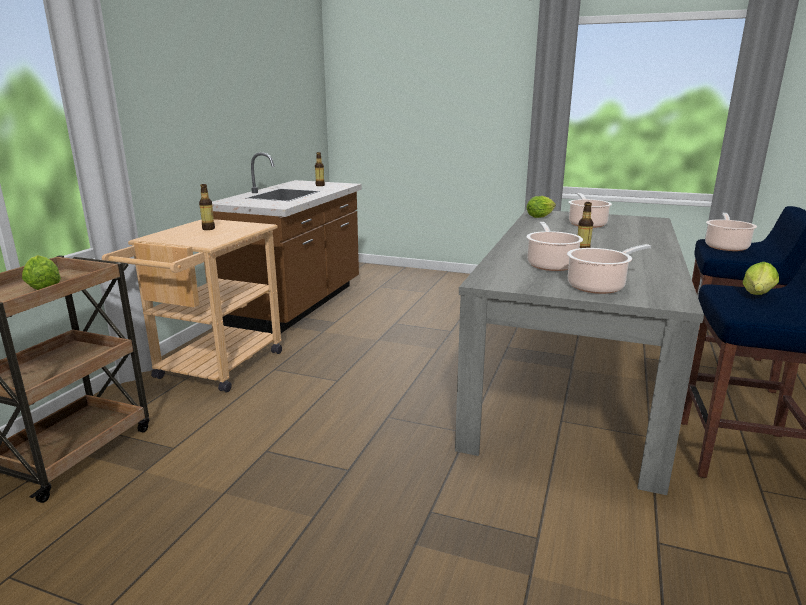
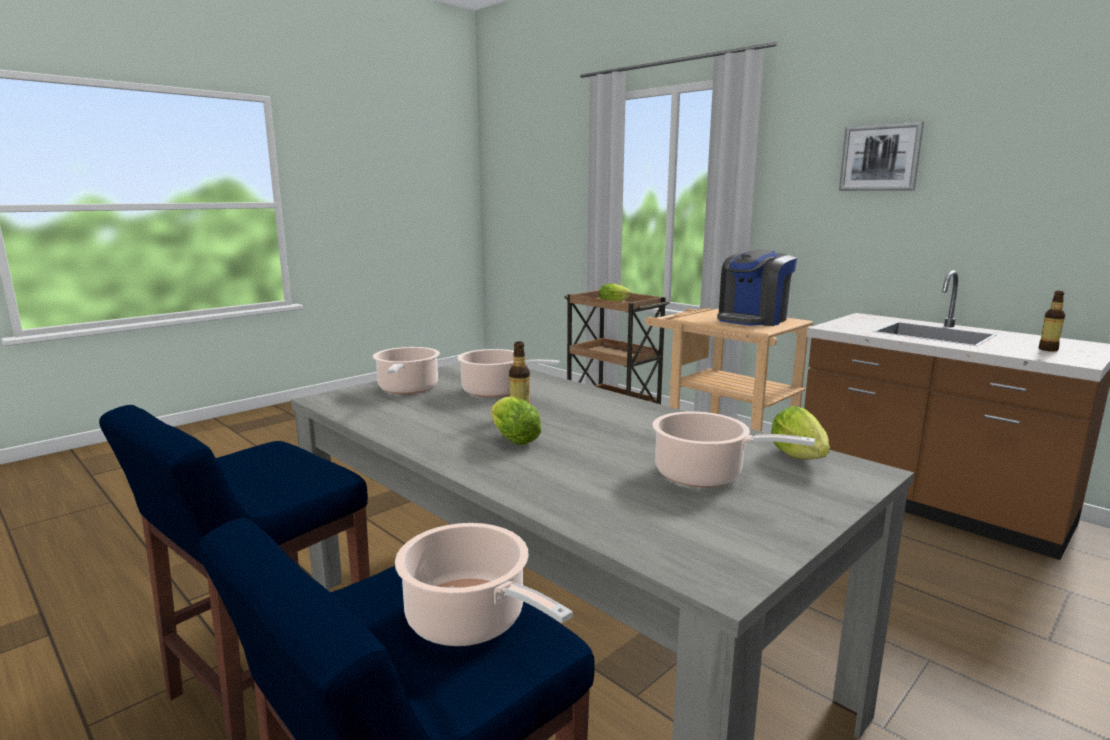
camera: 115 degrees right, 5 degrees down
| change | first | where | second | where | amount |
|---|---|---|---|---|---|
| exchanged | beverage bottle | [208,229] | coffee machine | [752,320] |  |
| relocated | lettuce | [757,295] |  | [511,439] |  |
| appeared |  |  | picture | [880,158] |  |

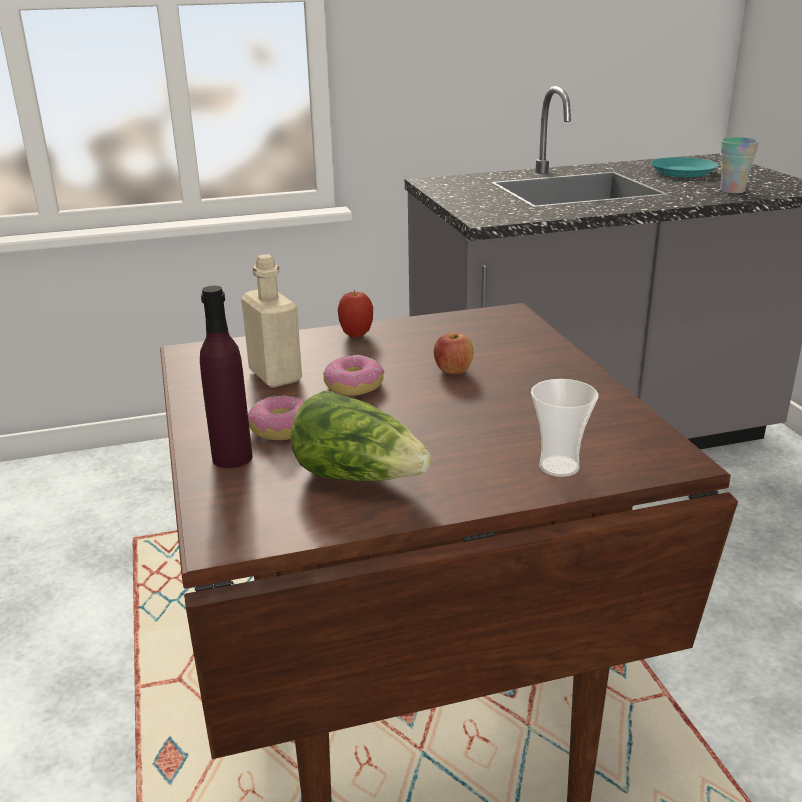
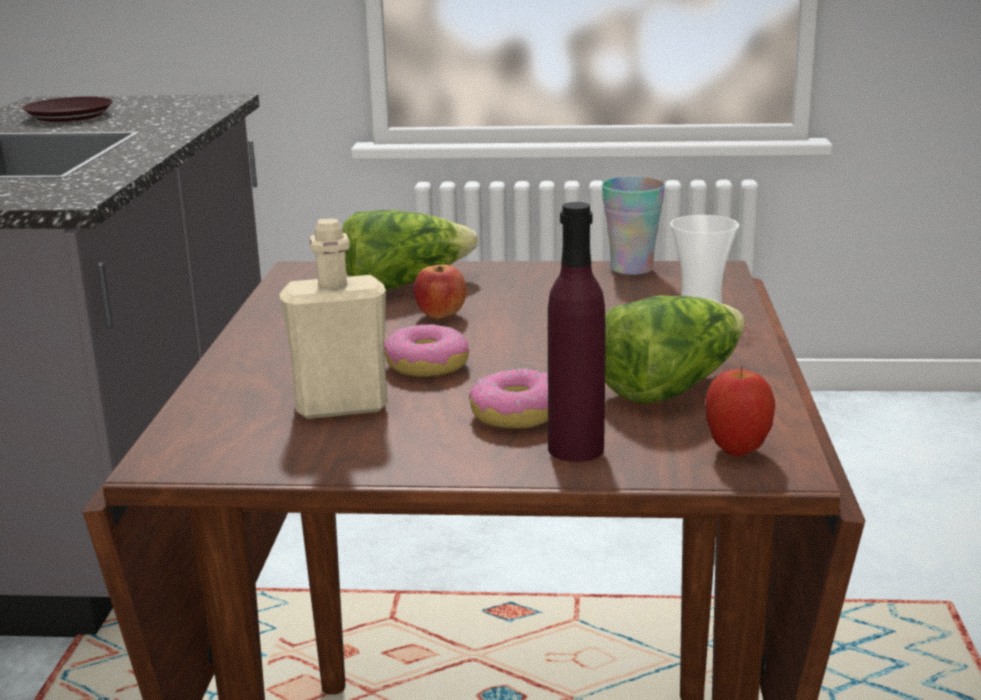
camera: 70 degrees left, 5 degrees down
| change | first | where | second | where | amount |
|---|---|---|---|---|---|
| relocated | whole apple | [356,335] |  | [737,450] |  |
| colour | turquoise flat dish | [682,172] | brown flat dish | [69,116] |  |
| relocated | cup | [732,190] |  | [631,268] |  |
| appeared |  |  | lettuce | [404,284] |  |

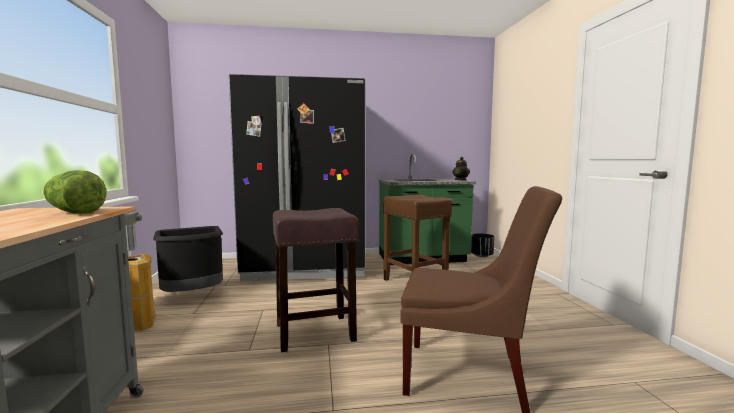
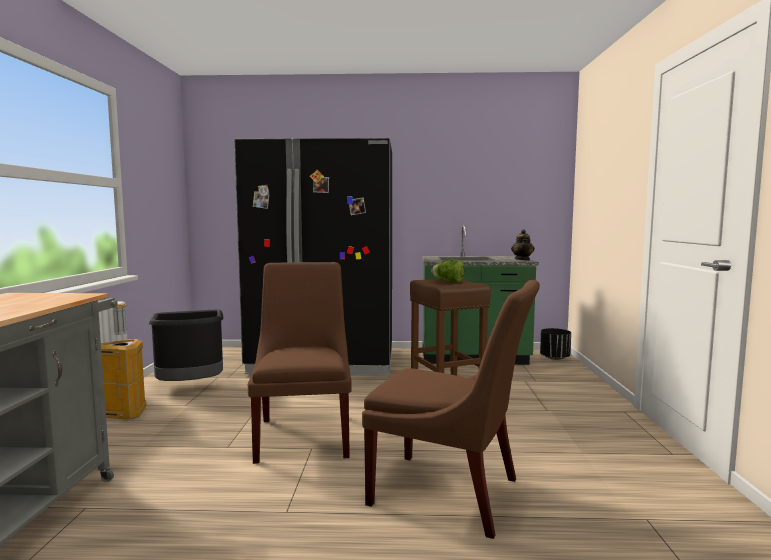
camera: 10 degrees right, 0 degrees up
| change | first | where | second | where | amount |
|---|---|---|---|---|---|
| relocated | lettuce | [74,213] |  | [448,282] |  |
| exchanged | brown stool seat | [316,332] | brown chair | [305,434] |  |

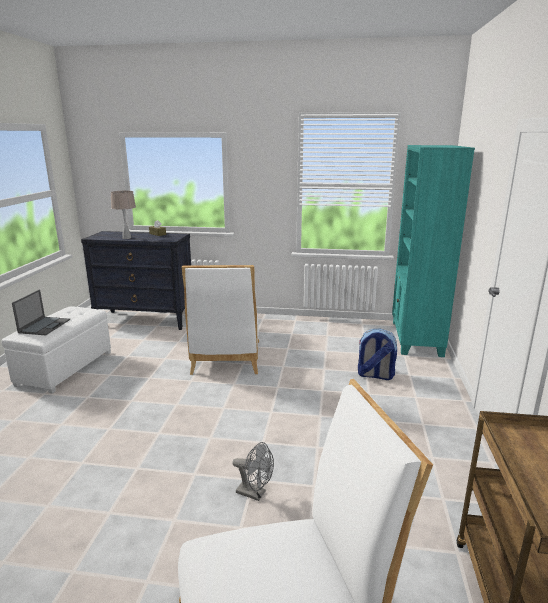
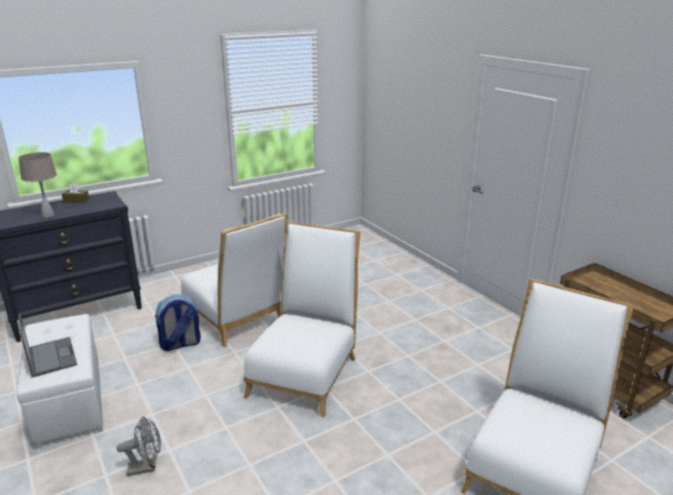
camera: 40 degrees left, 5 degrees up
| change | first | where | second | where | amount |
|---|---|---|---|---|---|
| relocated | grey fan | [255,493] |  | [146,467] |  |
| relocated | rucksack | [374,375] |  | [180,344] |  |
| missing | turquoise bookcase | [415,338] |  |  |  |
| appeared |  |  | white-coloured chair | [305,372] |  |

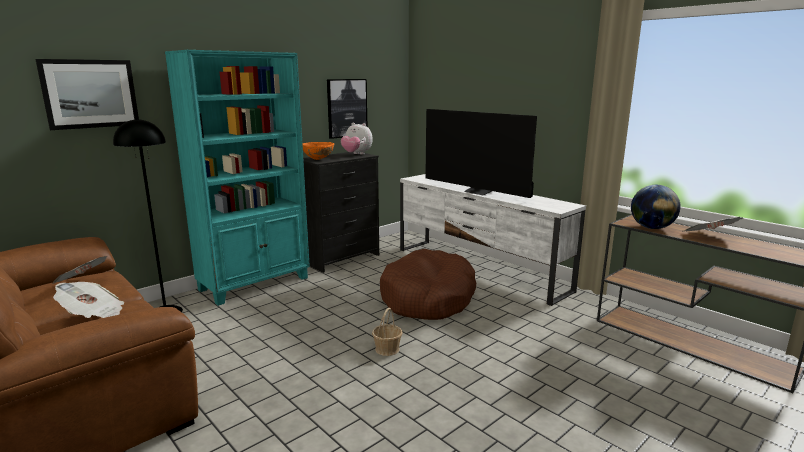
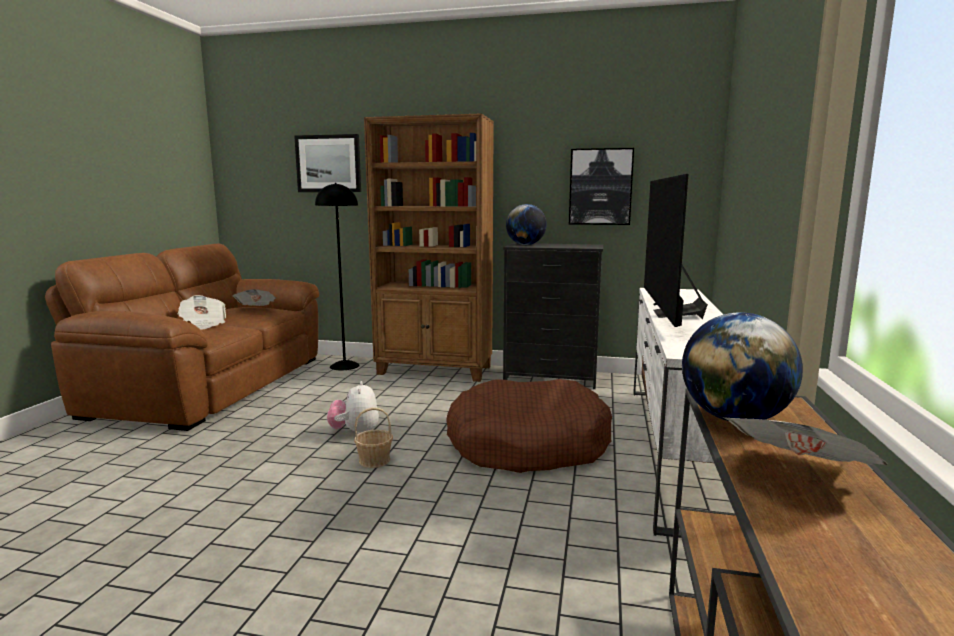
camera: 55 degrees right, 5 degrees down
| change | first | where | second | where | amount |
|---|---|---|---|---|---|
| colour | turquoise bookcase | [255,284] | brown bookcase | [435,370] |  |
| exchanged | orange-coloured bowl | [318,159] | desk globe | [525,245] |  |
| relocated | cuddly toy | [356,154] |  | [355,432] |  |

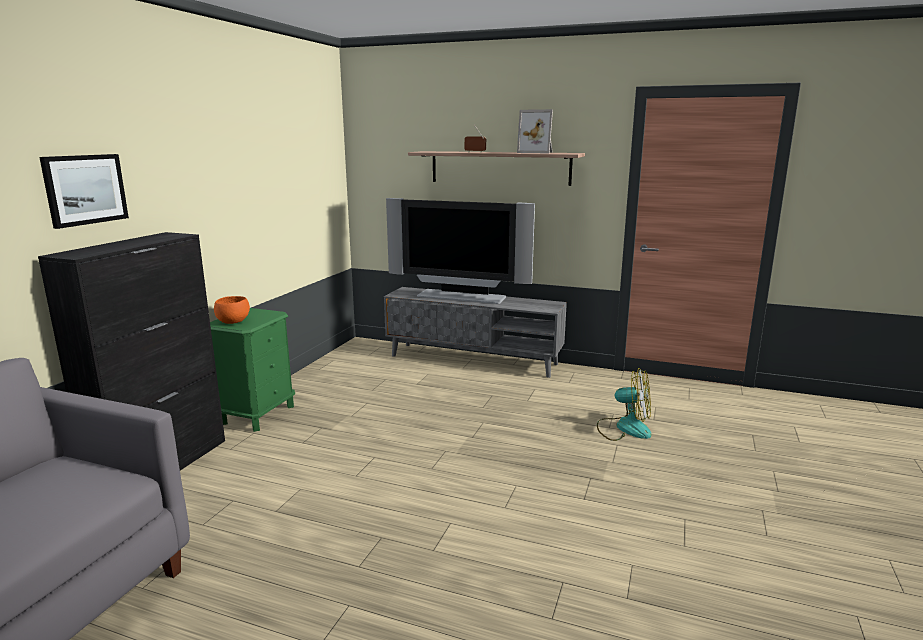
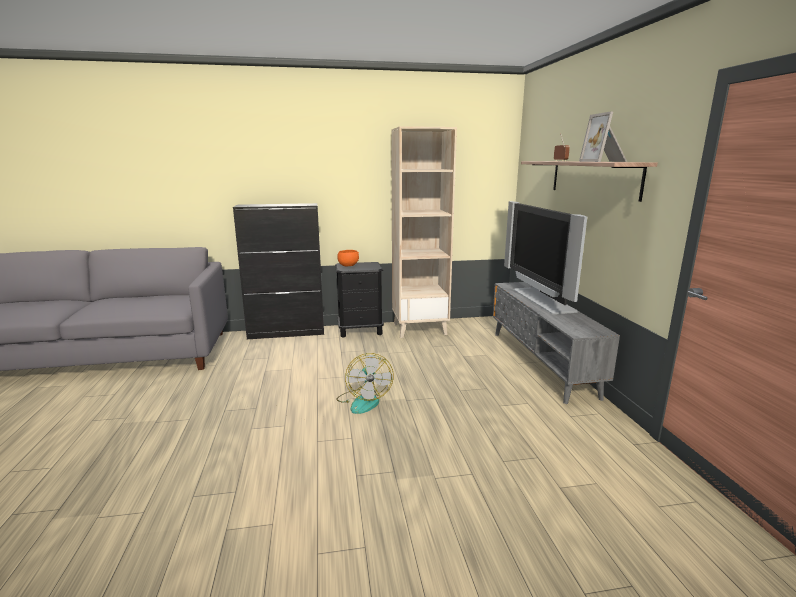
camera: 60 degrees right, 0 degrees up
| change | first | where | second | where | amount |
|---|---|---|---|---|---|
| missing | picture | [85,189] |  |  |  |
| colour | greenish nightstand | [258,414] | blackish nightstand | [360,330] |  |
| relocated | fan | [624,428] |  | [363,401] |  |
| appeared |  |  | sand-coloured bookcase | [420,329] |  |

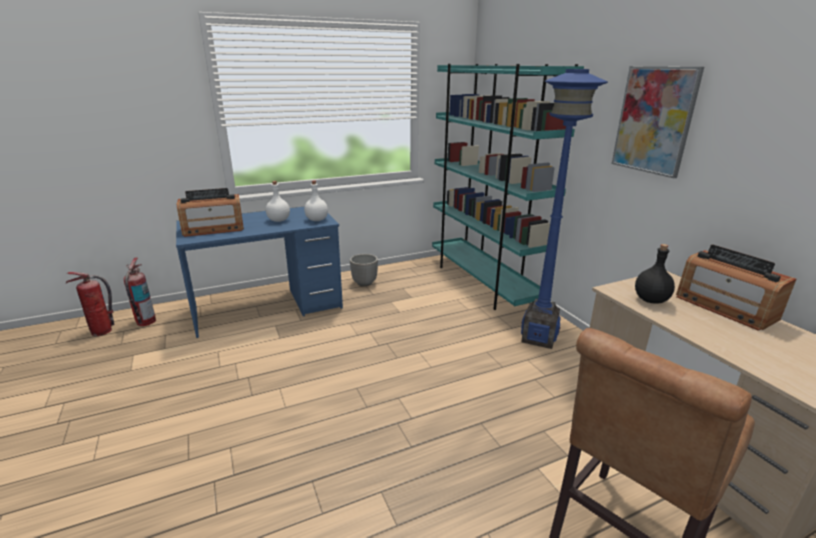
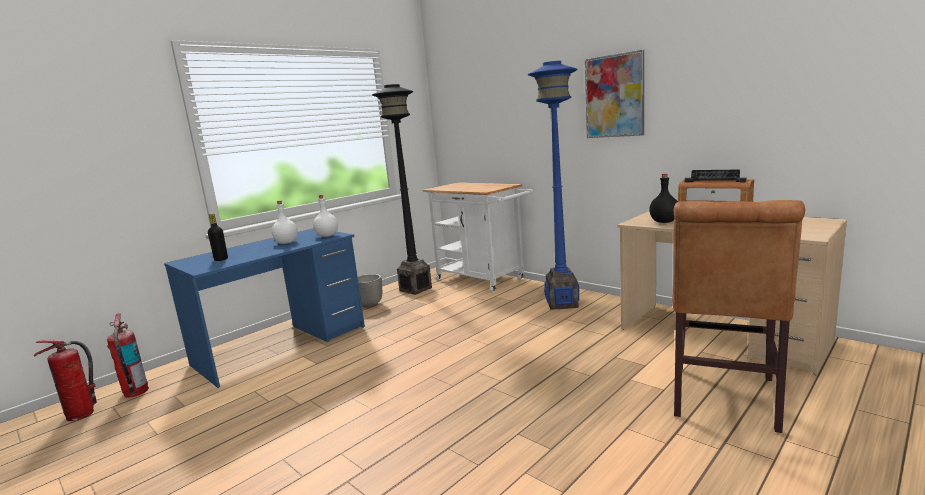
camera: 20 degrees left, 10 degrees down
| change | first | where | second | where | amount |
|---|---|---|---|---|---|
| exchanged | radio receiver | [213,229] | blackish beverage bottle | [221,259] |  |
| exchanged | turquoise bookcase | [483,283] | white-coloured wheeled cart | [484,280] |  |
| appeared |  |  | blackish standard lamp | [415,289] |  |

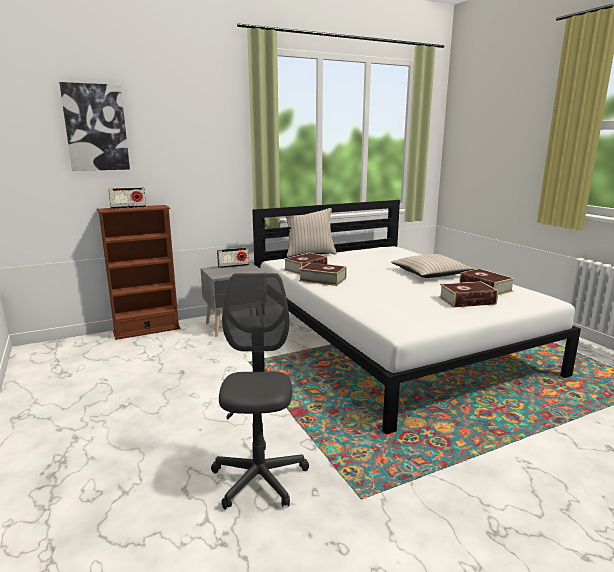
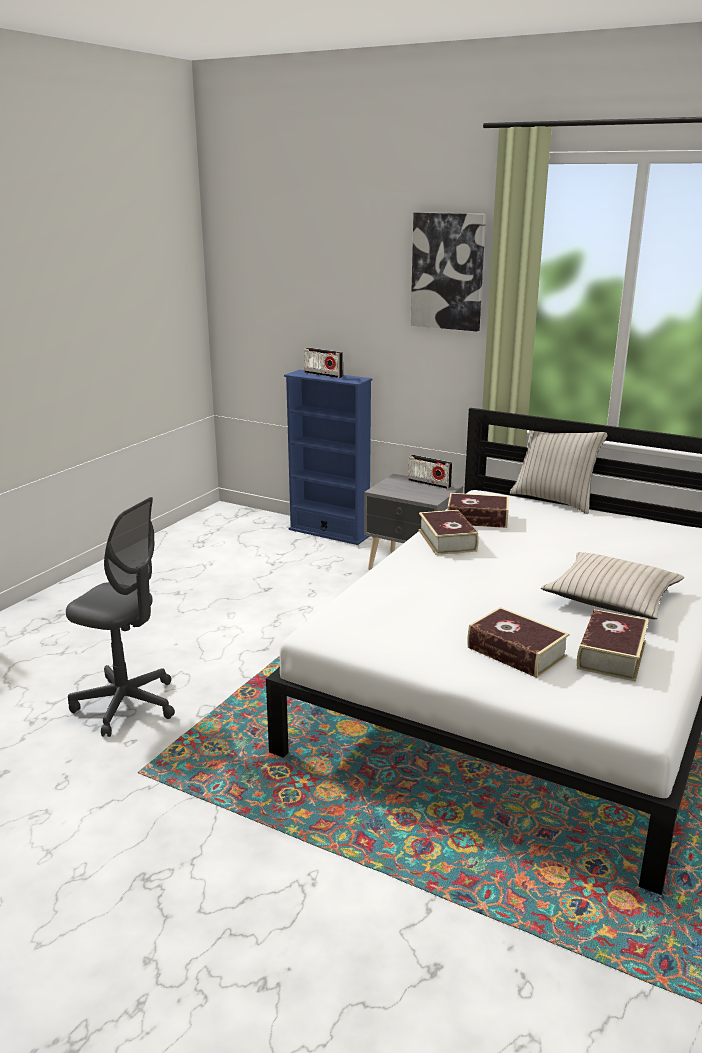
camera: 55 degrees right, 5 degrees up
| change | first | where | second | where | amount |
|---|---|---|---|---|---|
| relocated | picture | [96,128] |  | [448,271] |  |
| colour | brown bookcase | [147,330] | bluish bookcase | [329,532] |  |
| spun | grey computer chair | [259,478] |  | [126,705] | 60 degrees clockwise |

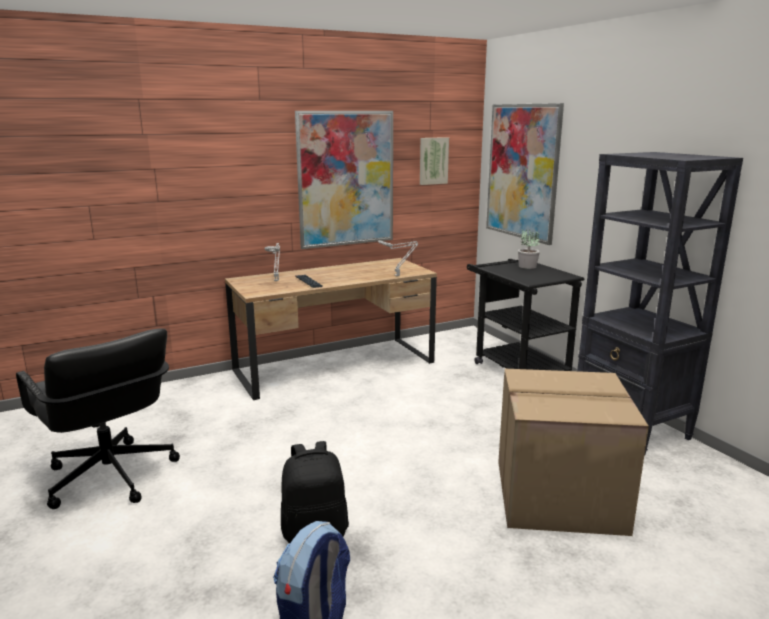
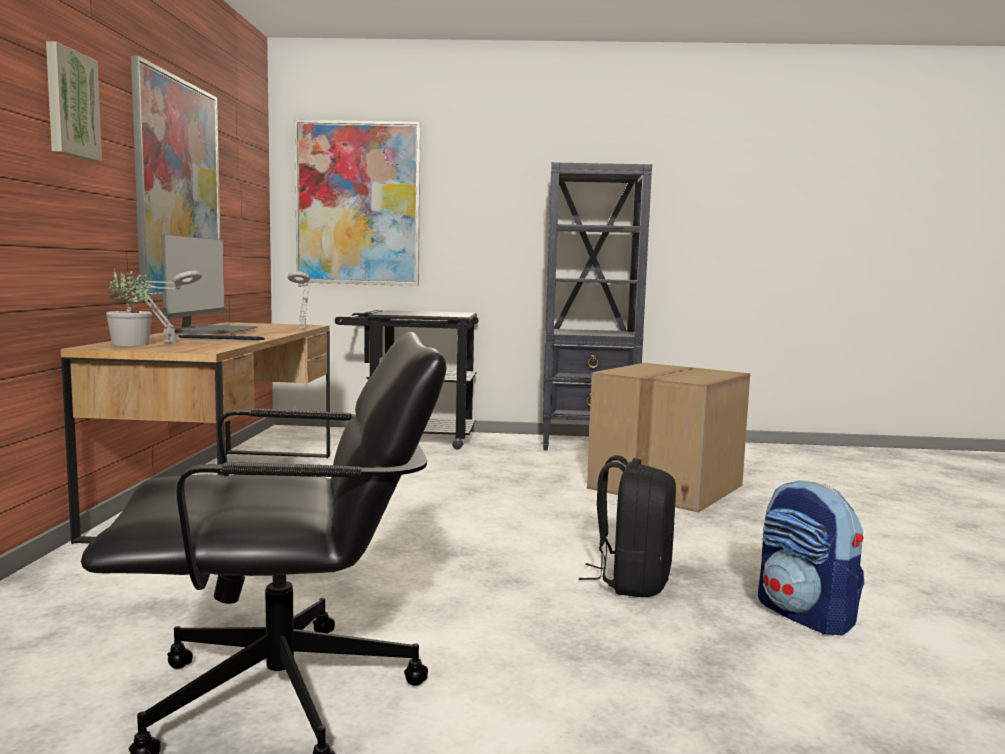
camera: 60 degrees left, 10 degrees down
| change | first | where | second | where | amount |
|---|---|---|---|---|---|
| relocated | picture | [433,161] |  | [70,104] |  |
| relocated | plant in a pot | [527,266] |  | [130,344] |  |
| appeared |  |  | monitor | [212,331] |  |

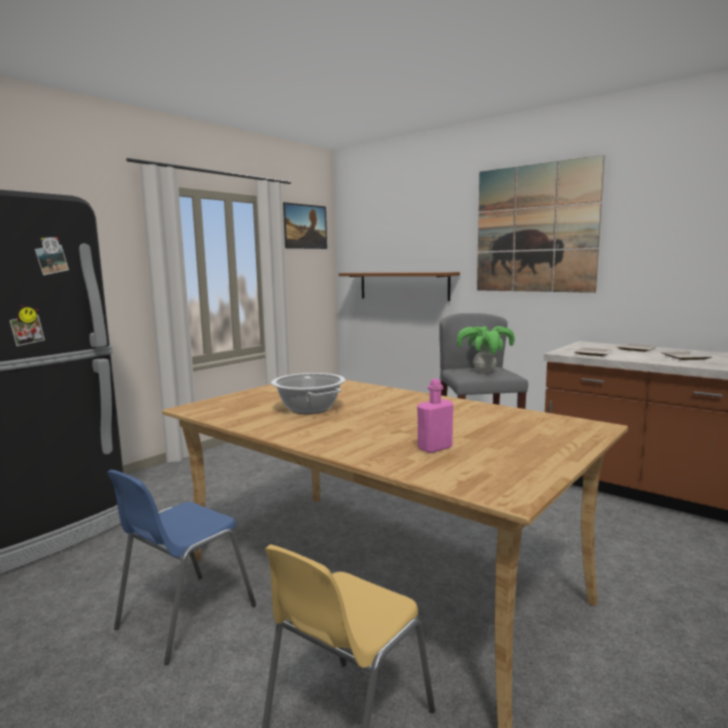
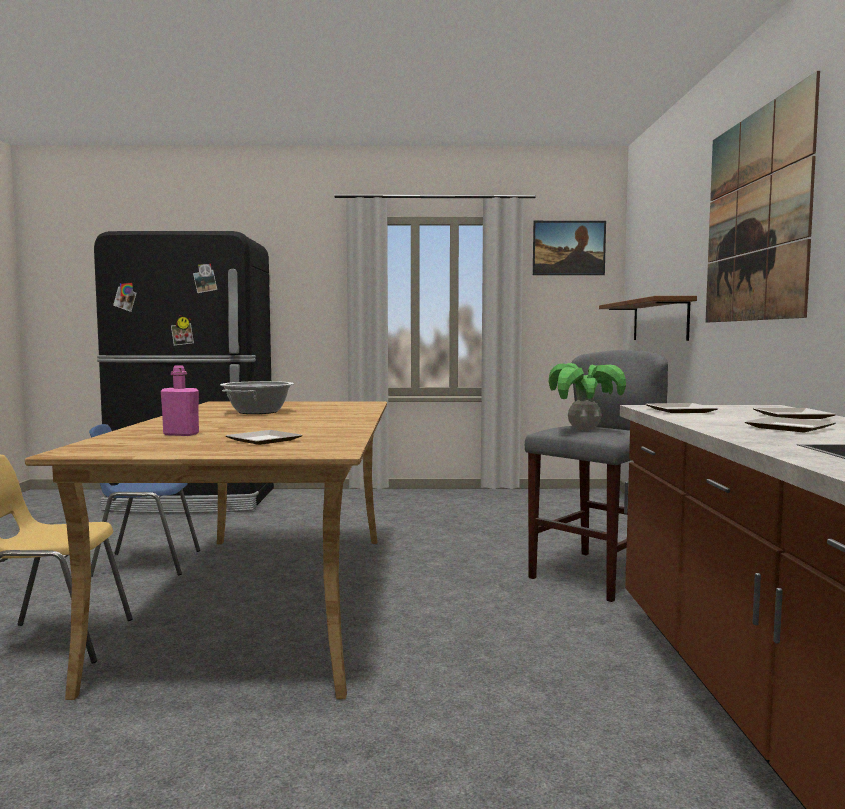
camera: 50 degrees right, 5 degrees down
| change | first | where | second | where | amount |
|---|---|---|---|---|---|
| appeared |  |  | flat dish | [263,441] |  |

